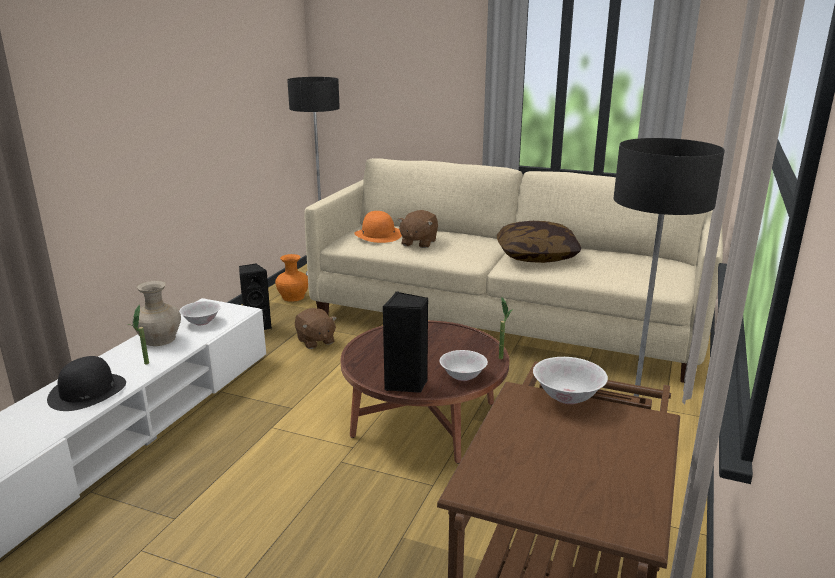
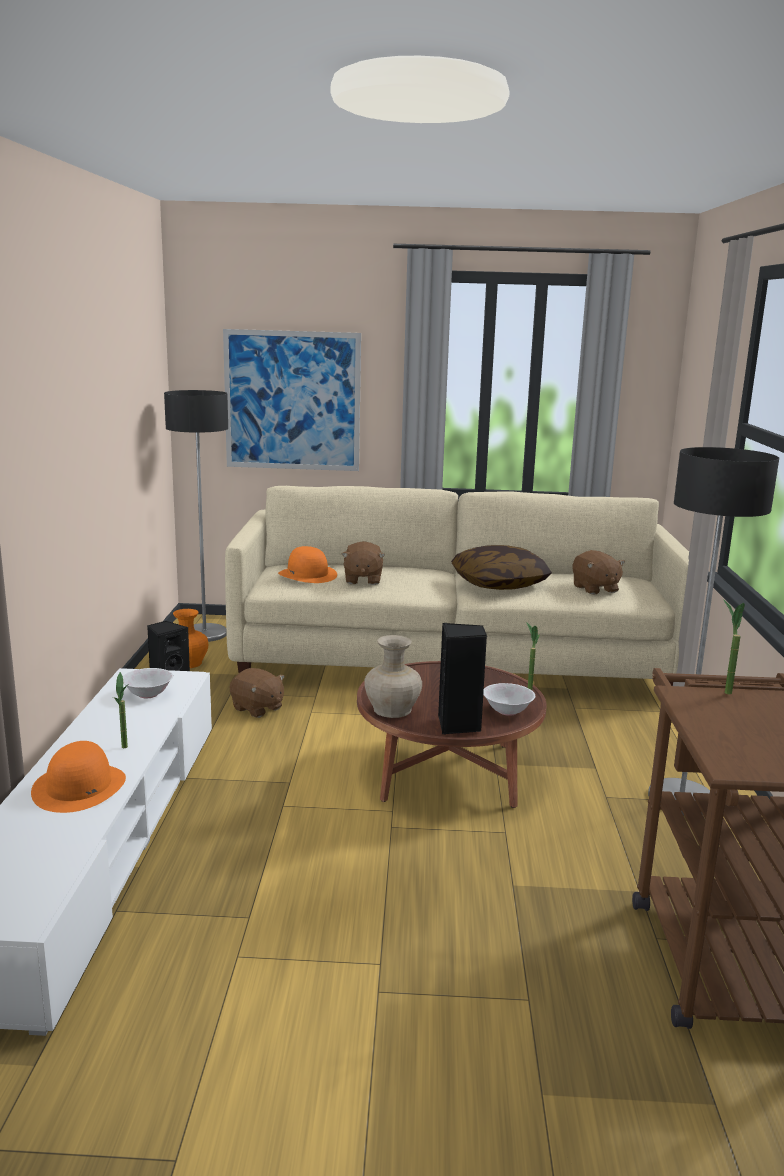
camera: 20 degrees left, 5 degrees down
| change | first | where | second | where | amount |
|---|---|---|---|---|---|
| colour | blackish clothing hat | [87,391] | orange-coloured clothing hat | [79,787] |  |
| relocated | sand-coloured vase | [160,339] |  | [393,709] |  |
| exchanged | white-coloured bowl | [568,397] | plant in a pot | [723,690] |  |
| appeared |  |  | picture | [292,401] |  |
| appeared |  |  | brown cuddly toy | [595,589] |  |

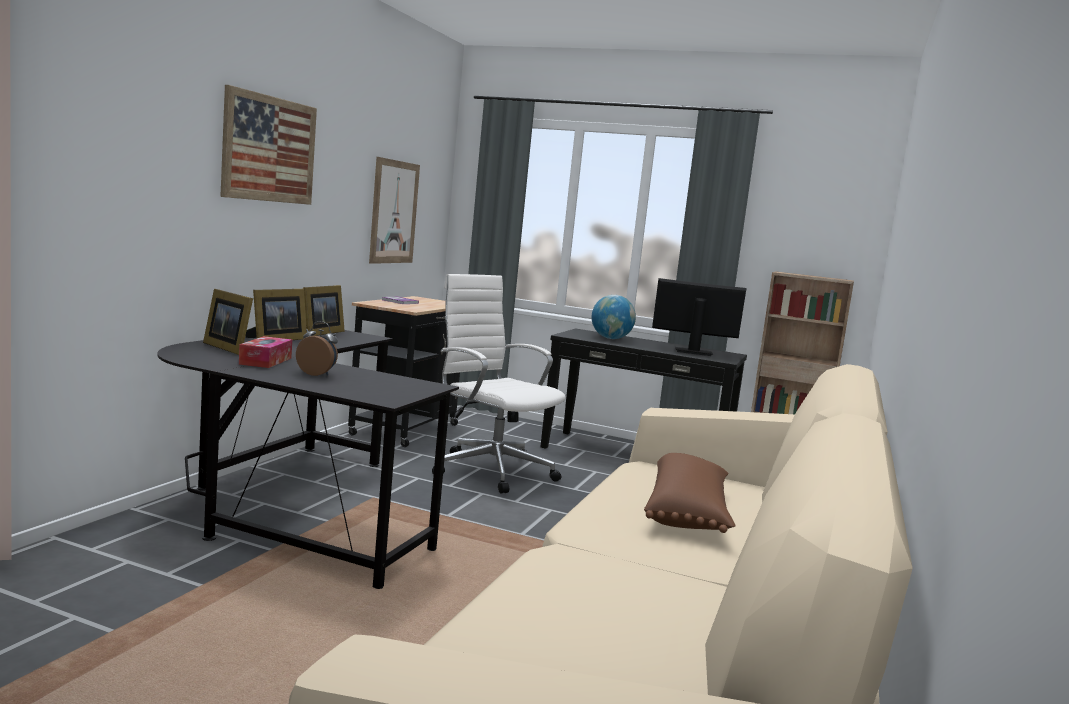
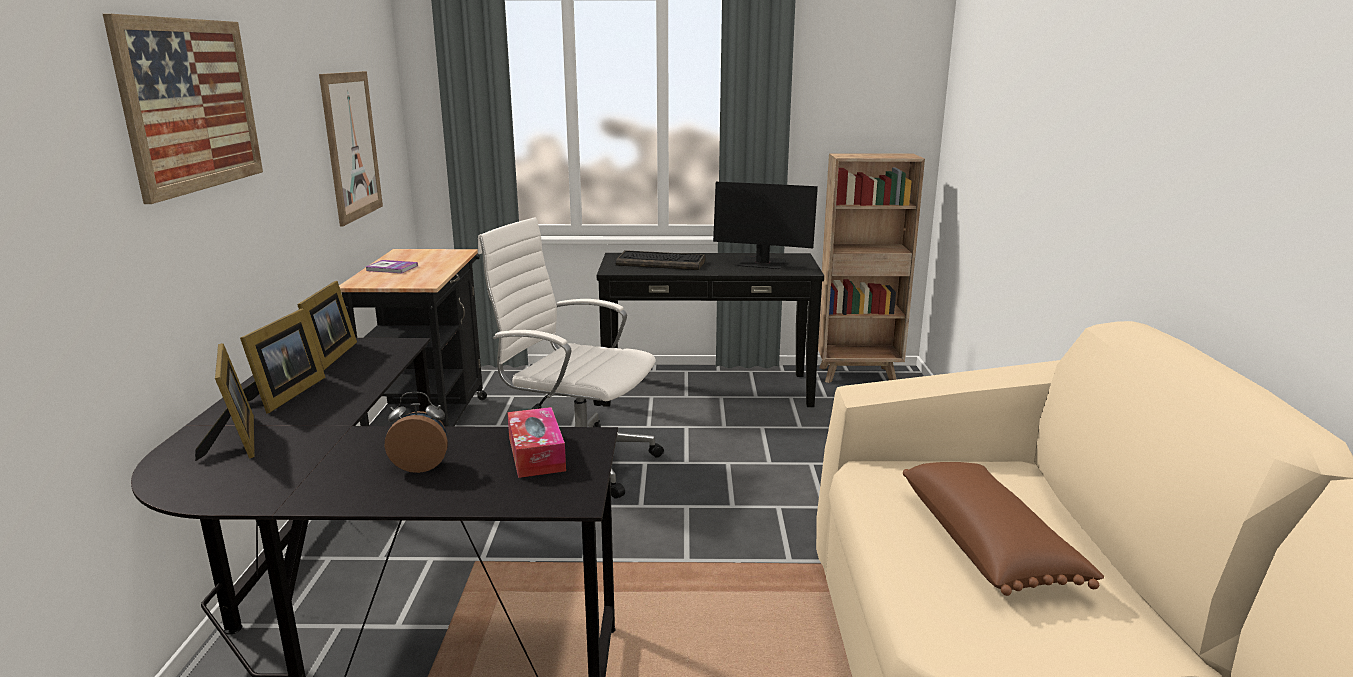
camera: 20 degrees left, 10 degrees up
| change | first | where | second | where | amount |
|---|---|---|---|---|---|
| spun | photo frame | [228,348] |  | [236,440] | 135 degrees counterclockwise |
| relocated | tissue holder | [265,361] |  | [536,454] |  |
| exchanged | desk globe | [611,338] | computer keyboard | [662,263] |  |
| spun | monitor | [693,352] |  | [762,264] | 150 degrees counterclockwise |

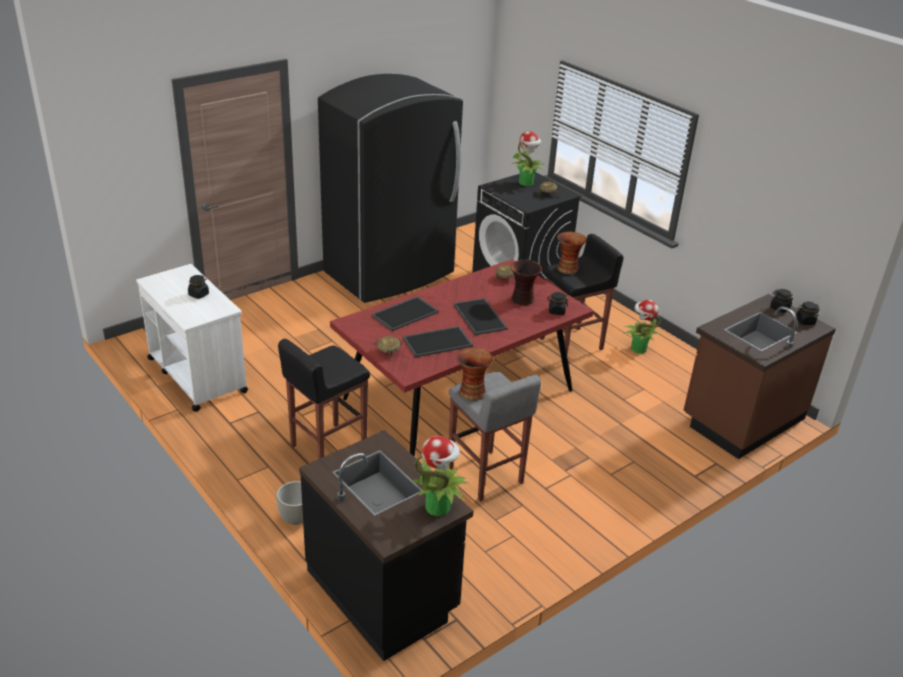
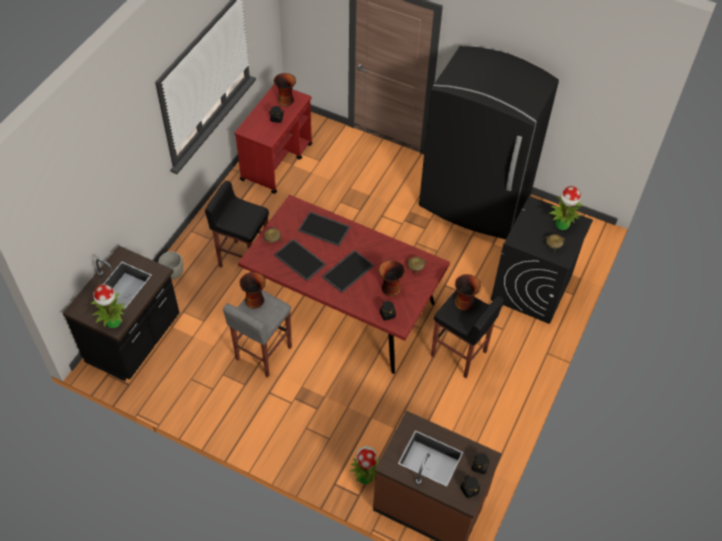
camera: 65 degrees right, 20 degrees up
| change | first | where | second | where | amount |
|---|---|---|---|---|---|
| colour | white-coloured wheeled cart | [197,374] | red-coloured wheeled cart | [277,161] |  |
| relocated | plant in a pot | [638,348] |  | [365,476] |  |
| appeared |  |  | vase | [286,100] |  |

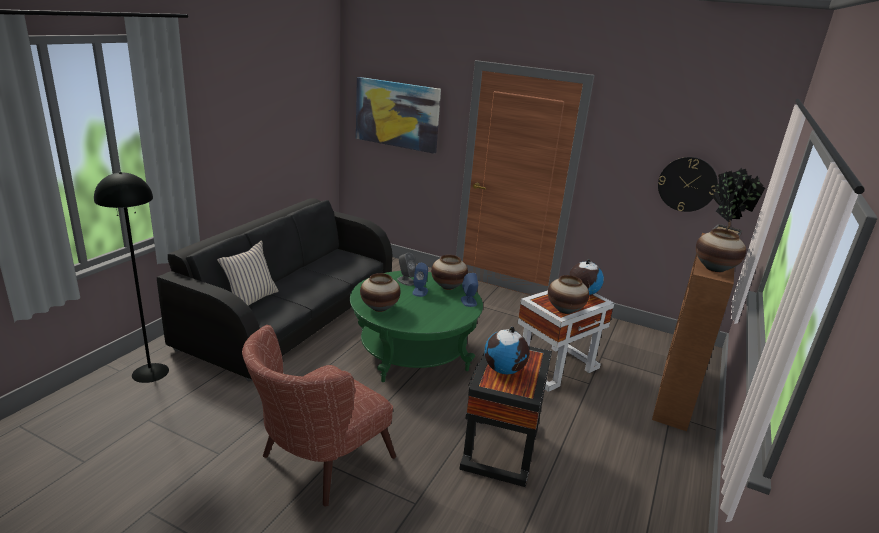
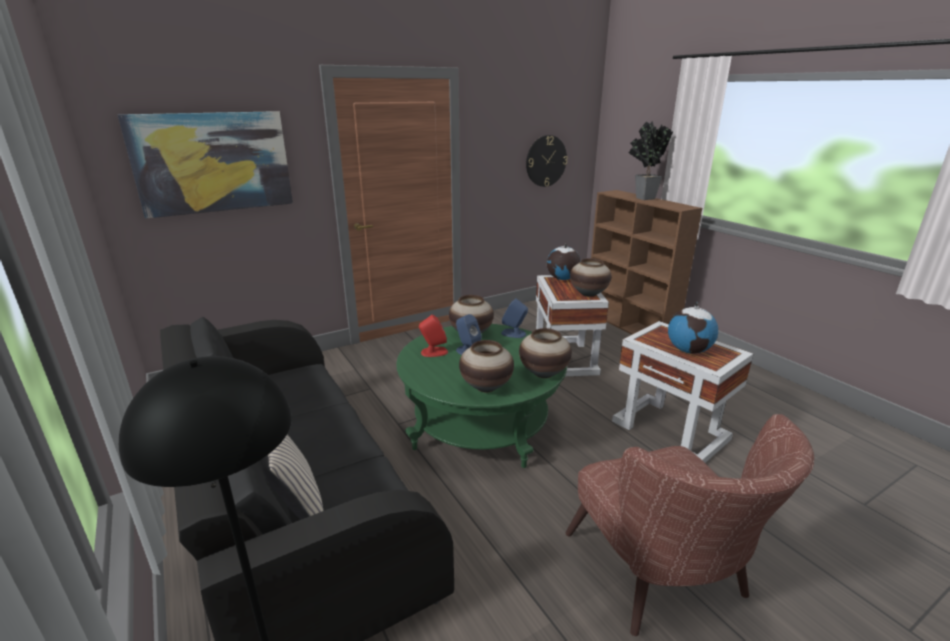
camera: 55 degrees left, 0 degrees up
| change | first | where | second | where | amount |
|---|---|---|---|---|---|
| colour | grey loudspeaker | [406,281] | red-coloured loudspeaker | [434,352] |  |
| colour | blackish accent table | [500,447] | white-coloured accent table | [671,430] |  |
| relocated | vase | [714,269] |  | [544,373] |  |

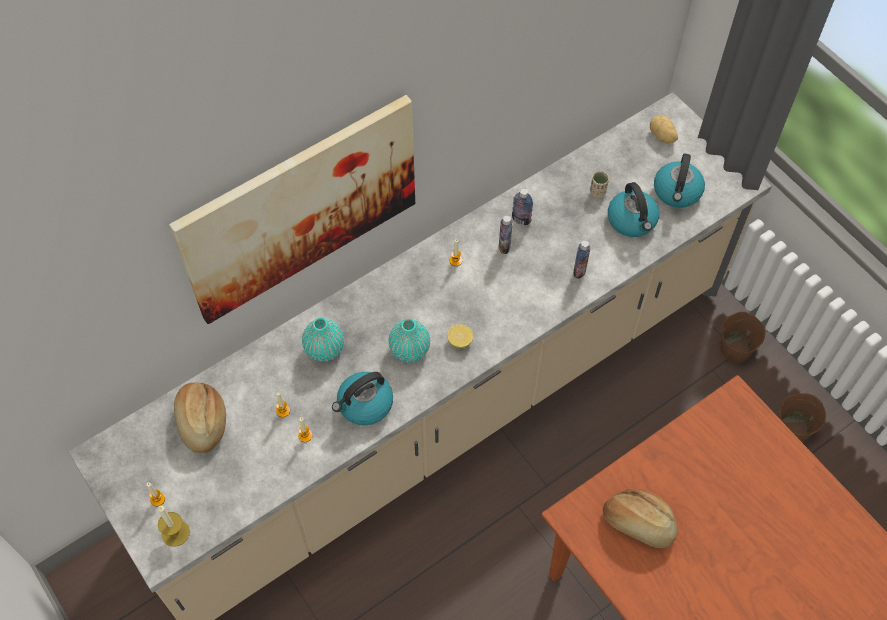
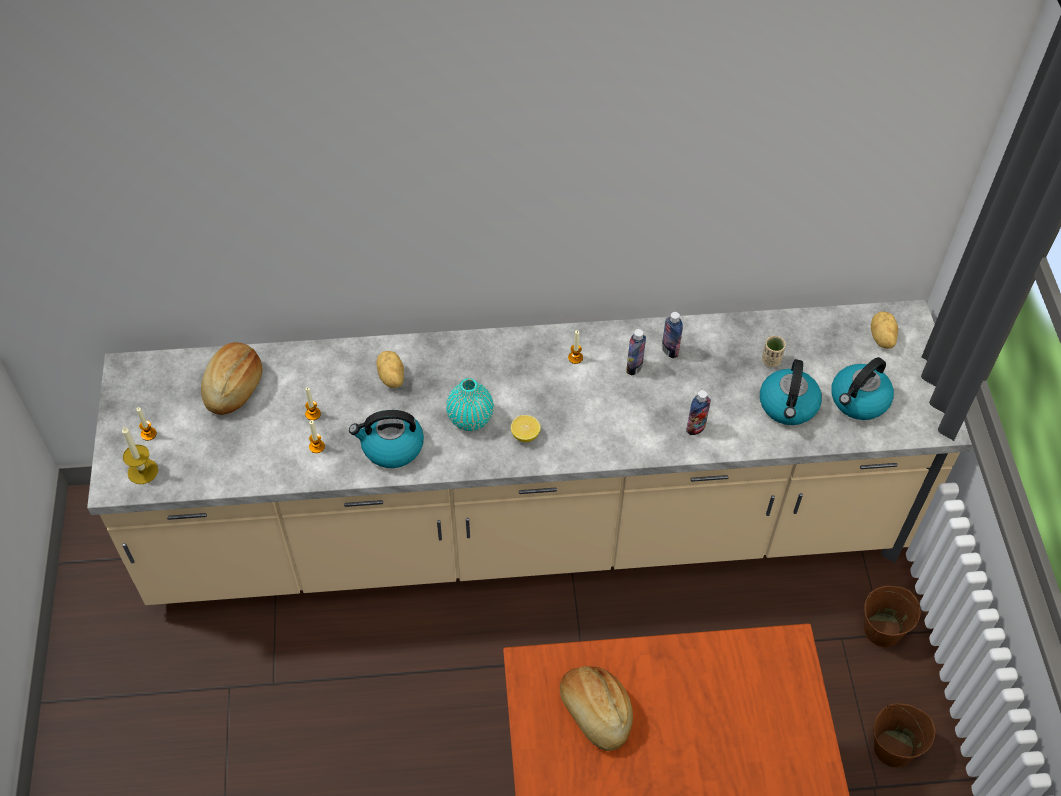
camera: 30 degrees right, 5 degrees down
| change | first | where | second | where | amount |
|---|---|---|---|---|---|
| missing | picture | [301,209] |  |  |  |
| exchanged | turquoise vase | [324,349] | potato | [390,377] |  |

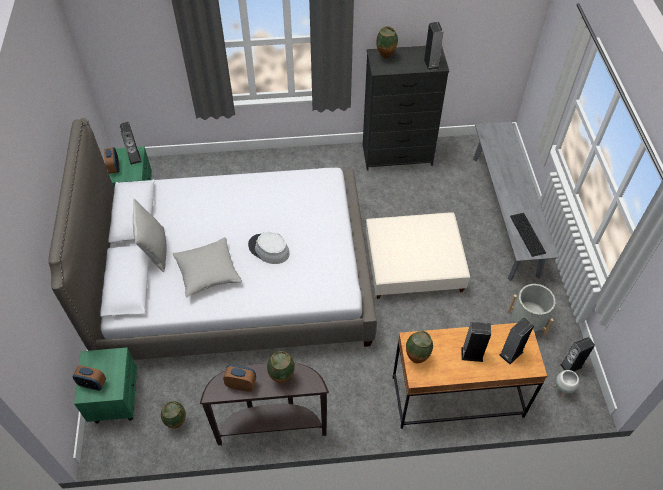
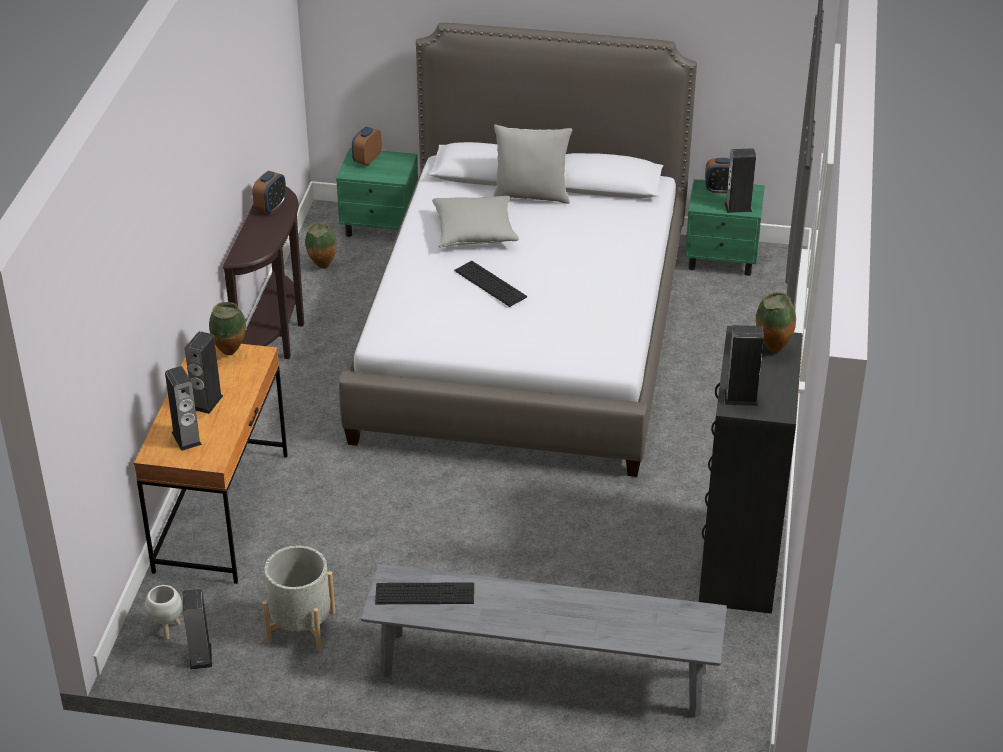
camera: 105 degrees right, 15 degrees down
| change | first | where | second | where | amount |
|---|---|---|---|---|---|
| exchanged | grey clothing hat | [268,249] | computer keyboard | [490,284] |  |
| missing | vase | [282,378] |  |  |  |
| missing | sand-coloured pouffe | [413,264] |  |  |  |

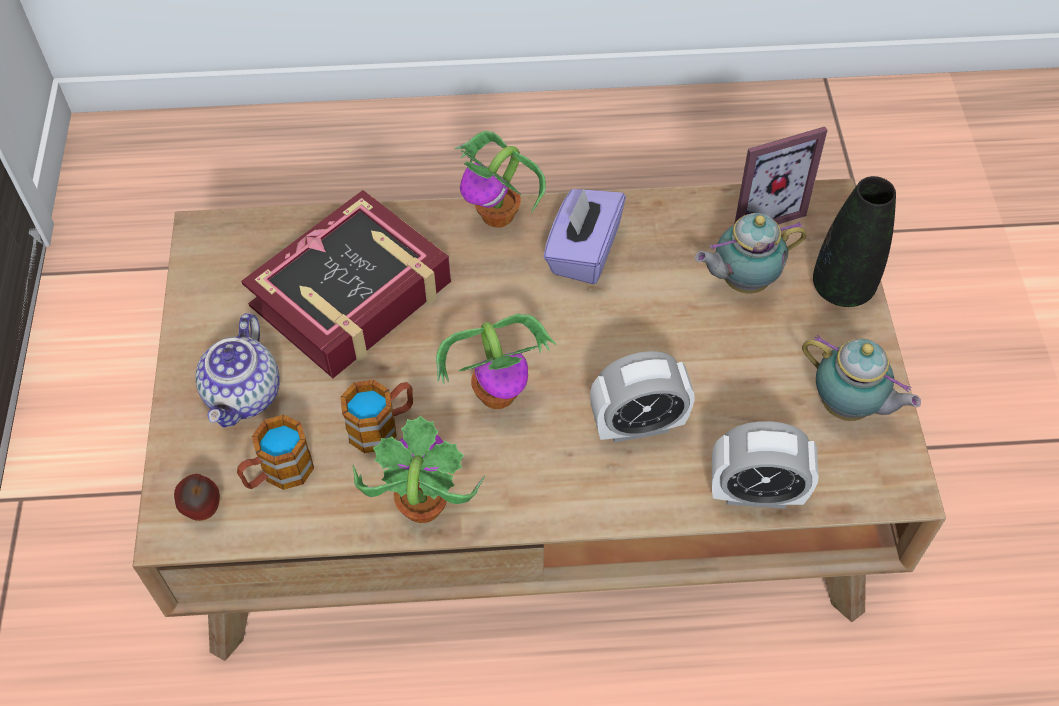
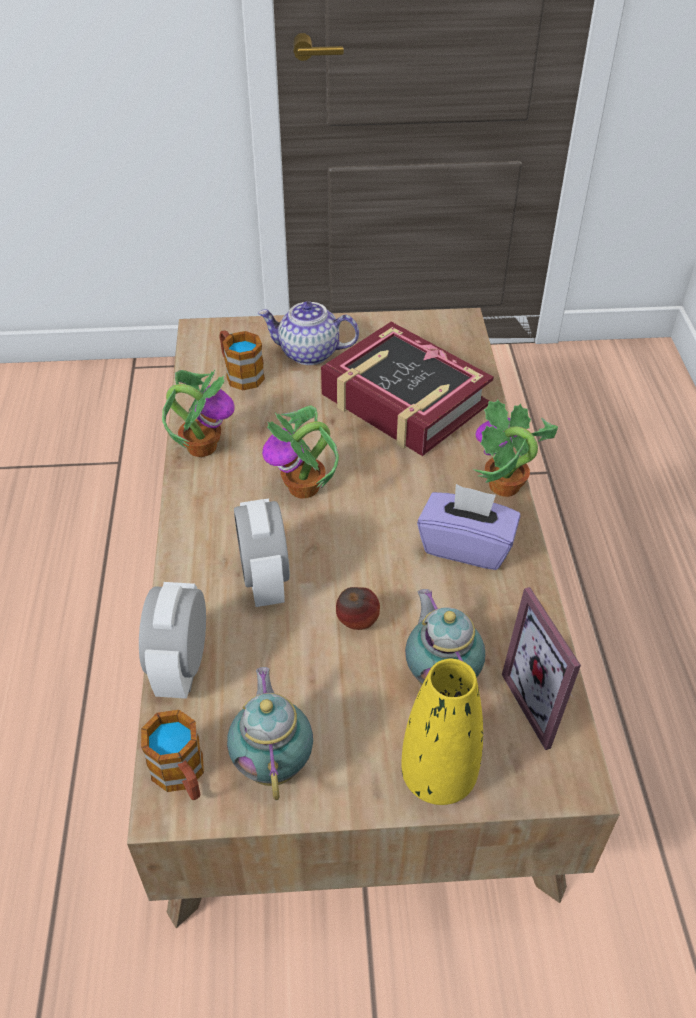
camera: 90 degrees right, 10 degrees down
| change | first | where | second | where | amount |
|---|---|---|---|---|---|
| relocated | whole apple | [203,510] |  | [357,623] |  |
| relocated | mug | [382,425] |  | [182,776] |  |
| spun | pot for tea | [848,407] |  | [273,762] | 135 degrees clockwise |
| colour | blackish vase | [842,288] | yellow vase | [438,776] |  |

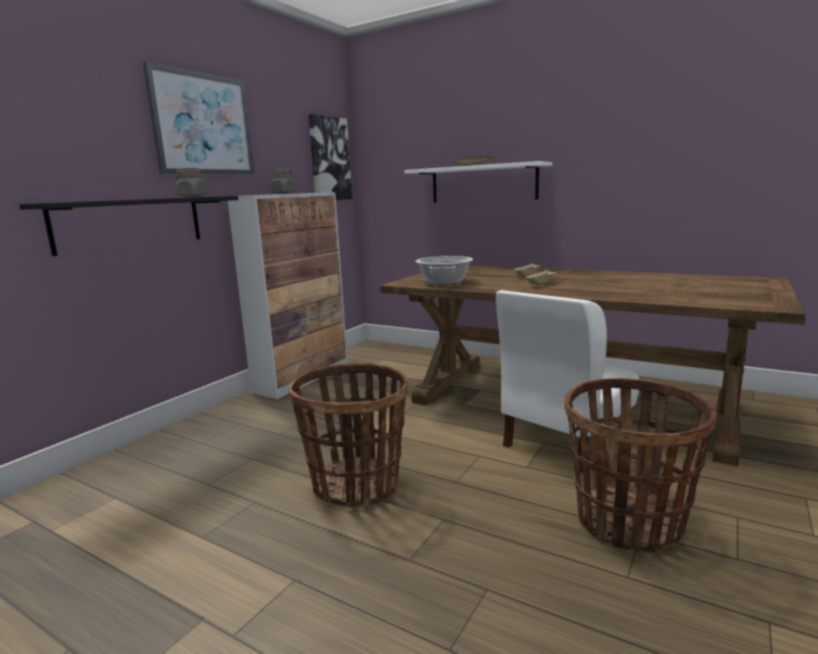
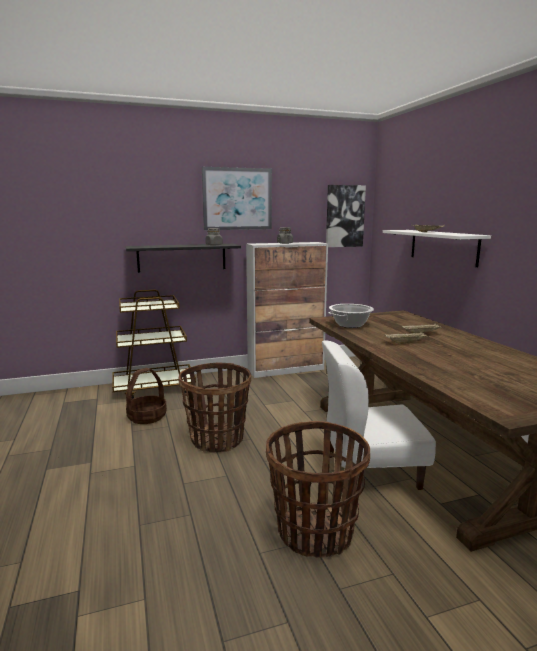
camera: 40 degrees right, 0 degrees up
| change | first | where | second | where | amount |
|---|---|---|---|---|---|
| appeared |  |  | brown wheeled cart | [154,388] |  |
| appeared |  |  | basket | [147,417] |  |

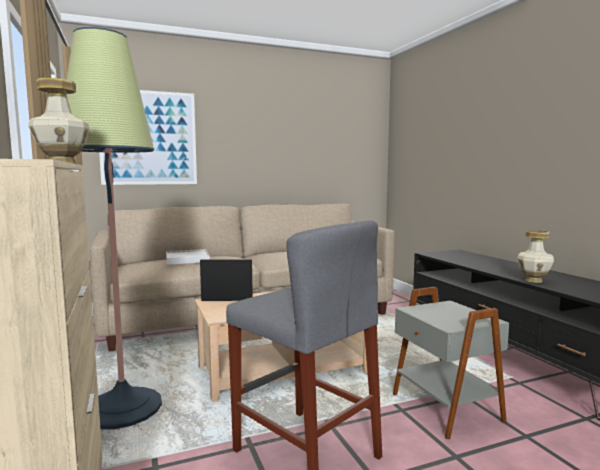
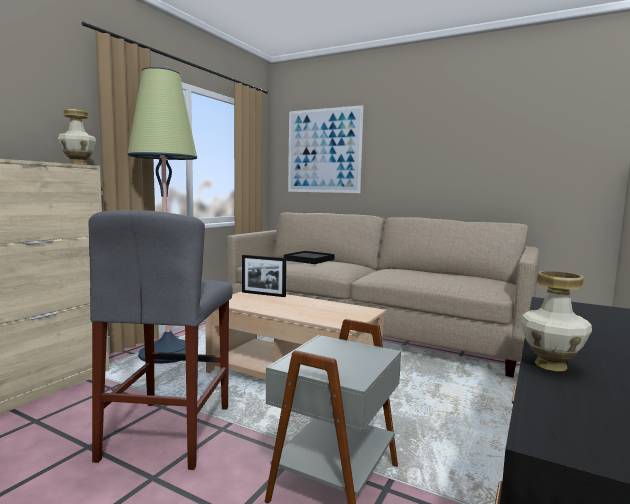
camera: 50 degrees right, 0 degrees up
| change | first | where | second | where | amount |
|---|---|---|---|---|---|
| colour | white-coloured serving tray | [187,259] | blackish serving tray | [309,260] |  |
| spun | photo frame | [227,300] |  | [263,294] | 150 degrees clockwise |

